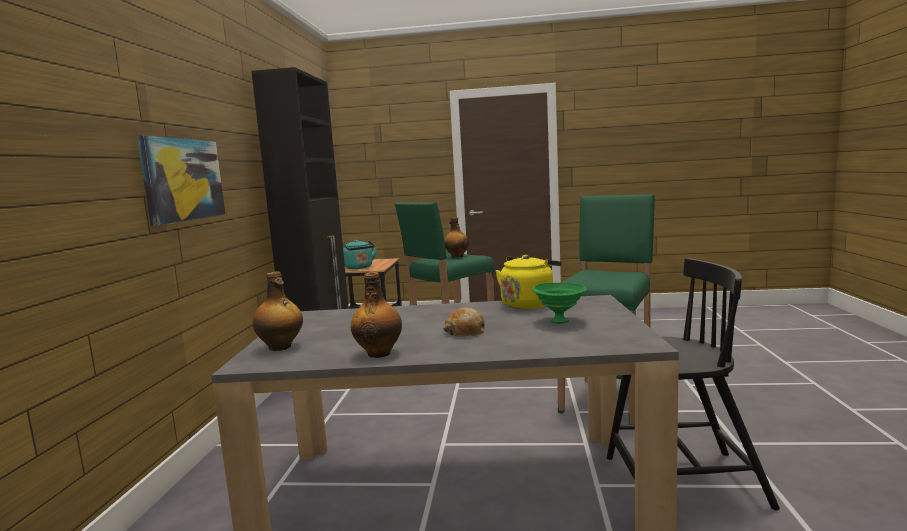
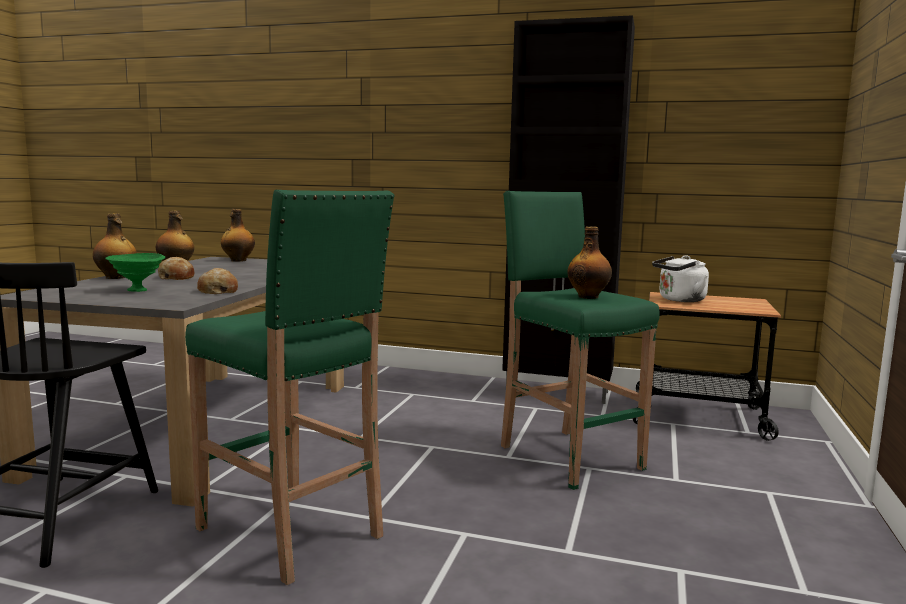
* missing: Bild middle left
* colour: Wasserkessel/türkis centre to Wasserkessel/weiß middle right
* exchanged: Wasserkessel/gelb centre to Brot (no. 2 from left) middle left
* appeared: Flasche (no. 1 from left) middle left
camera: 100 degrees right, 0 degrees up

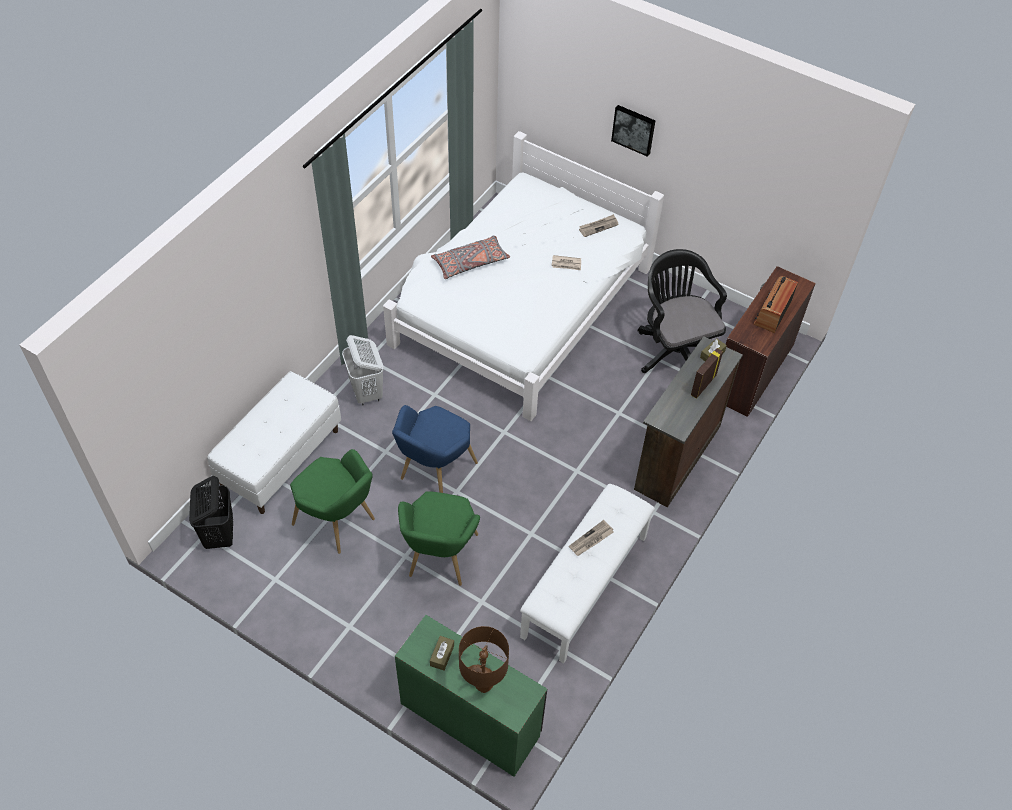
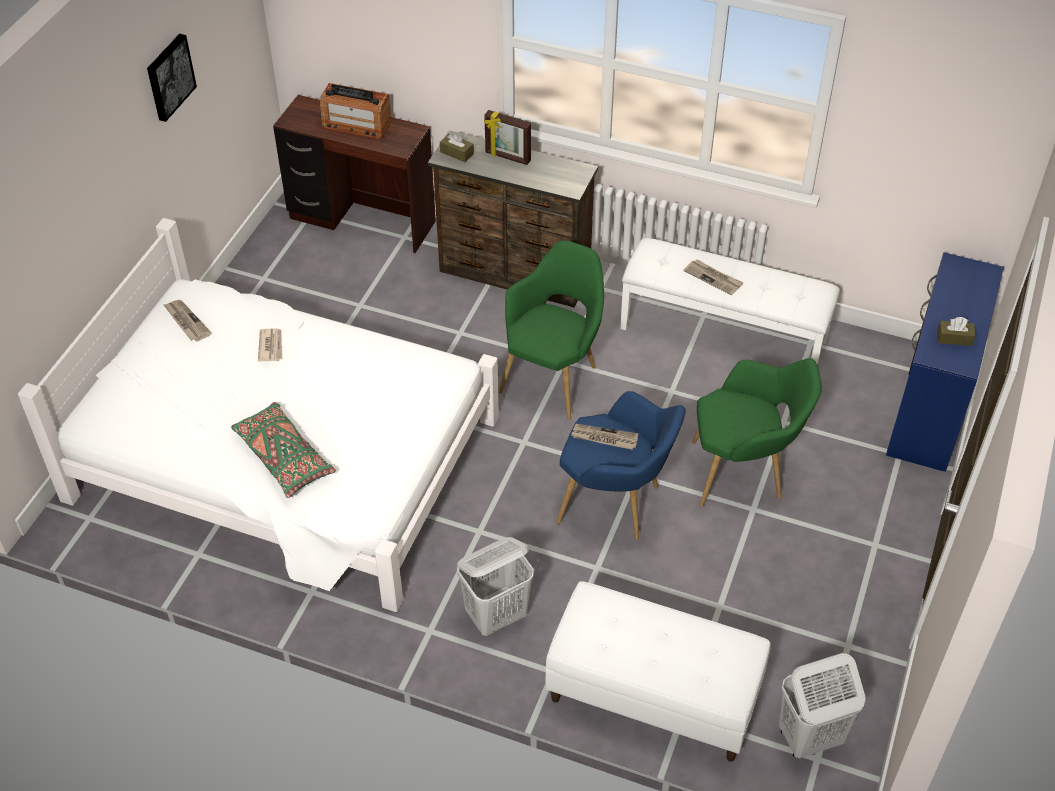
* relocated: Bild top centre to top left
* colour: Kissen/grau top centre to Kissen/grün middle left
* missing: Bürostuhl/schwarz middle right
* relocated: Sessel/grün (no. 1 from left) middle left to centre
* colour: Wäschekorb/schwarz middle left to Wäschekorb/weiß (no. 2 from left) bottom right
* colour: Schreibtisch/grün bottom centre to Schreibtisch/blau middle right
* missing: Tischlampe/braun bottom centre
* appeared: Zeitung (no. 3 from left) centre
camera: 100 degrees left, 5 degrees down

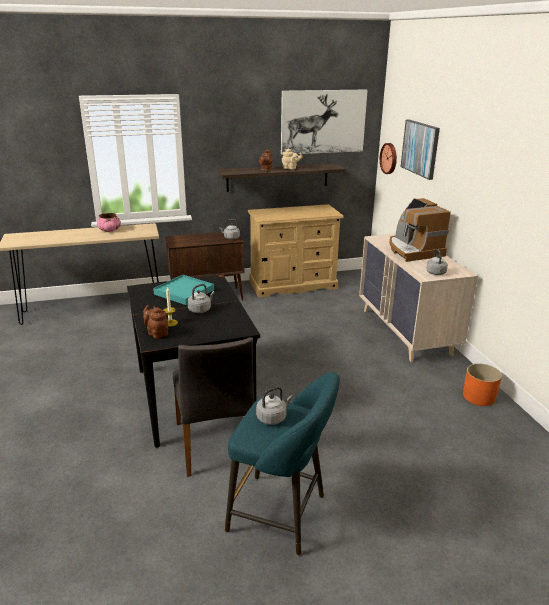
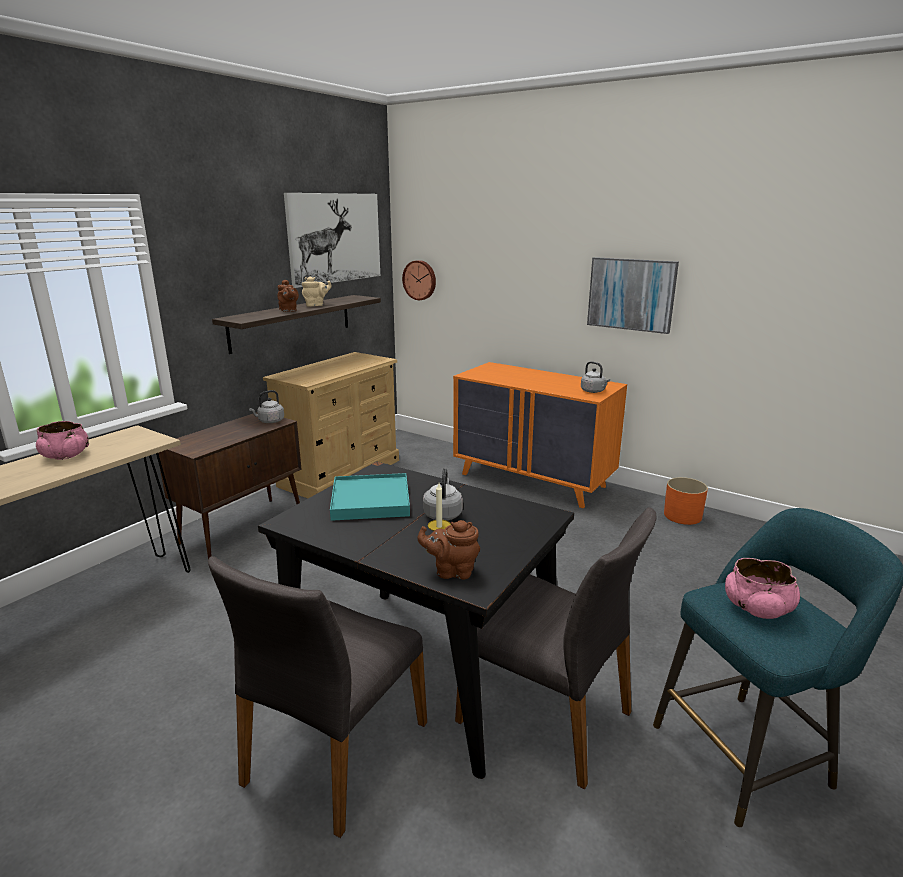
* relocated: Bild (no. 2 from left) top right to middle right
* missing: Kaffeemaschine middle right
* colour: Kommode/beige (no. 2 from left) middle right to Kommode/orange centre
* exchanged: Wasserkessel/grau (no. 3 from left) bottom centre to Schüssel/rosa (no. 2 from left) bottom right
* appeared: Stuhl/grau (no. 1 from left) bottom centre
camera: 40 degrees left, 5 degrees down

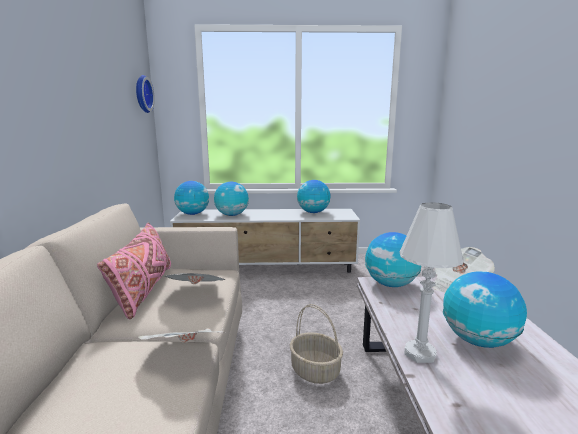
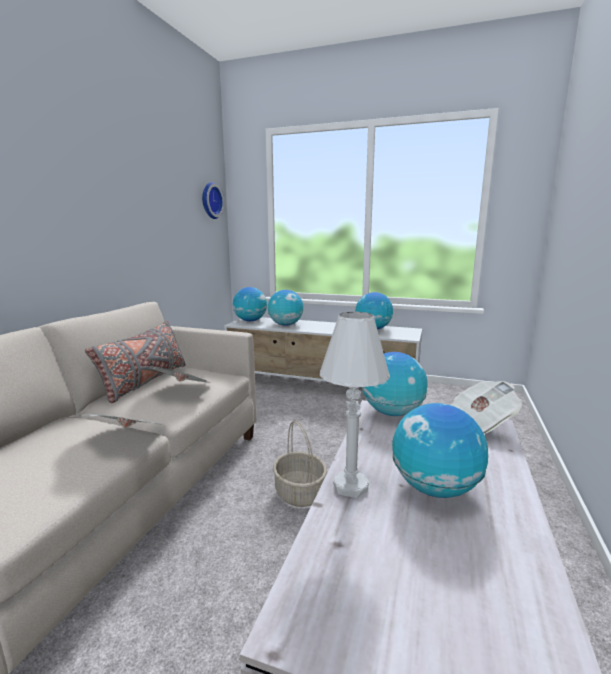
* colour: Kissen/rosa middle left to Kissen/grau middle left
camera: 20 degrees right, 0 degrees up

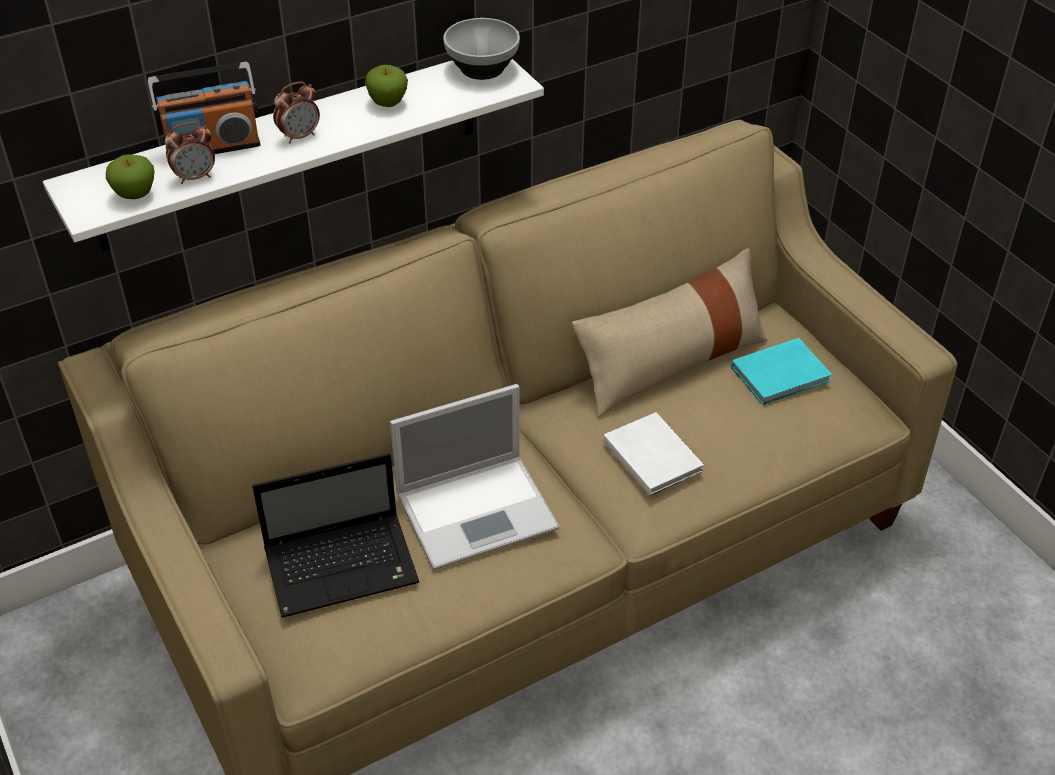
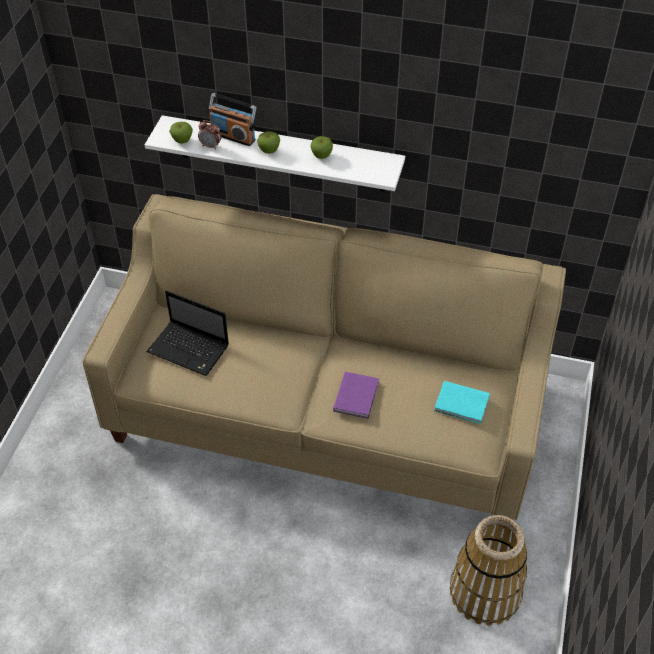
* missing: Schüssel top centre
* exchanged: Wecker (no. 2 from left) top left to Apfel (no. 2 from left) top centre
* missing: Kissen/beige centre
* missing: Laptop (no. 2 from left) centre
* colour: Buch/weiß centre to Buch/lila centre
* appeared: Korb bottom right
camera: 45 degrees right, 5 degrees up

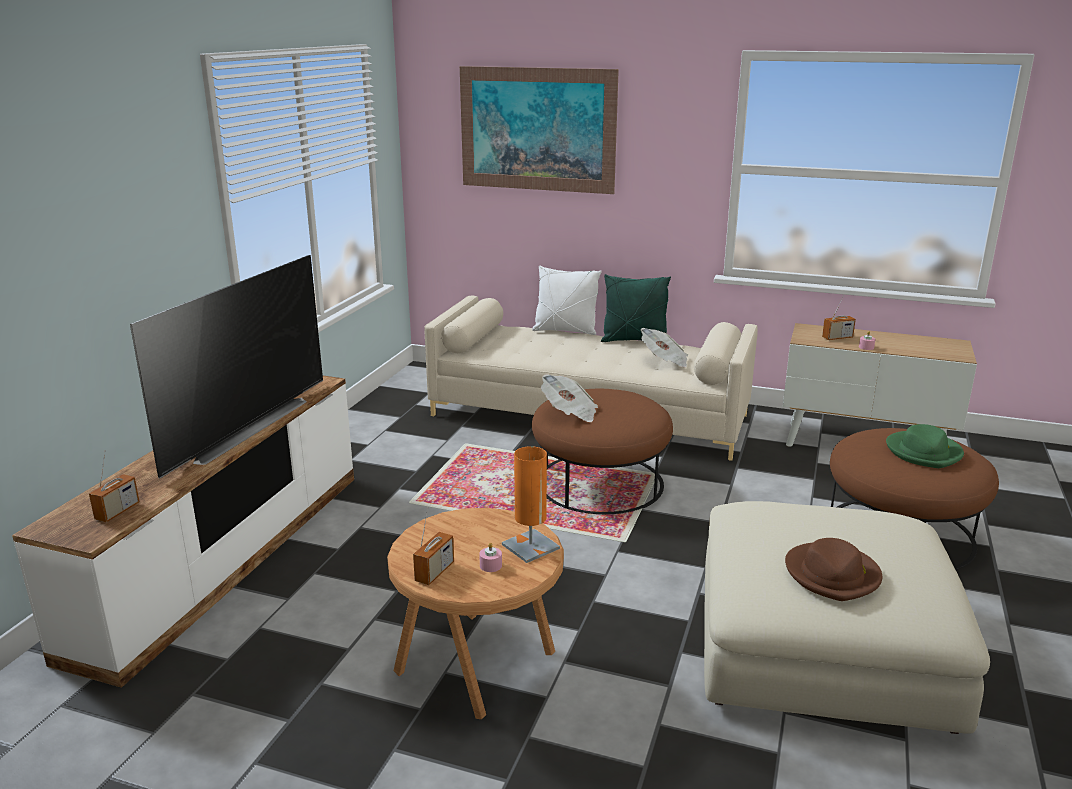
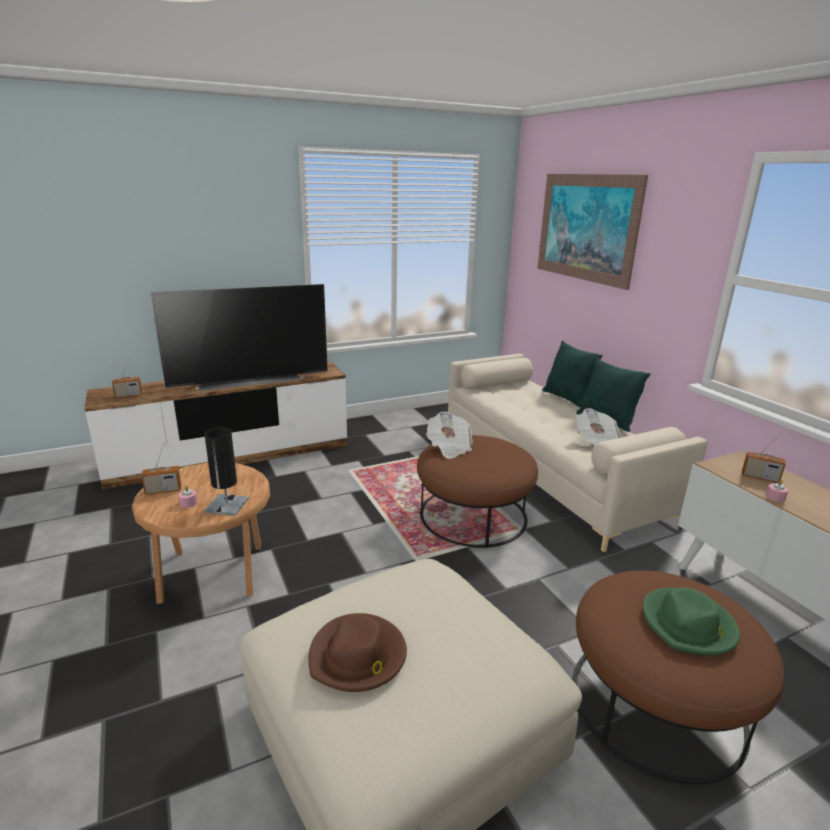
* colour: Kissen/weiß centre to Kissen/grün (no. 1 from left) middle right
* colour: Tischlampe/orange centre to Tischlampe/schwarz middle left
camera: 45 degrees right, 0 degrees up

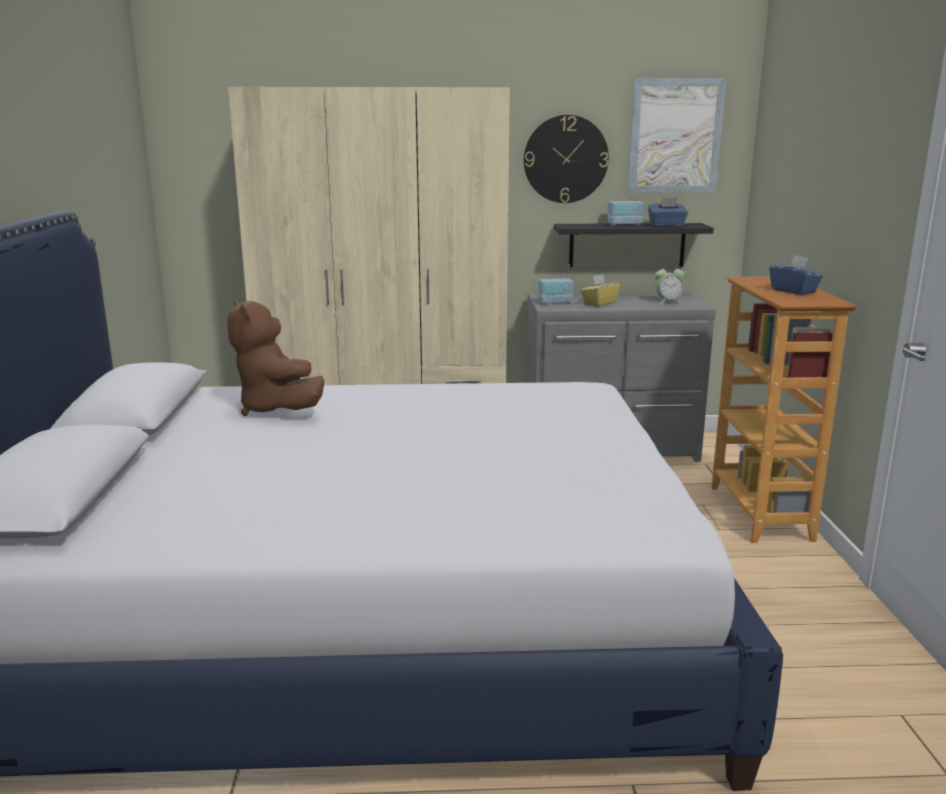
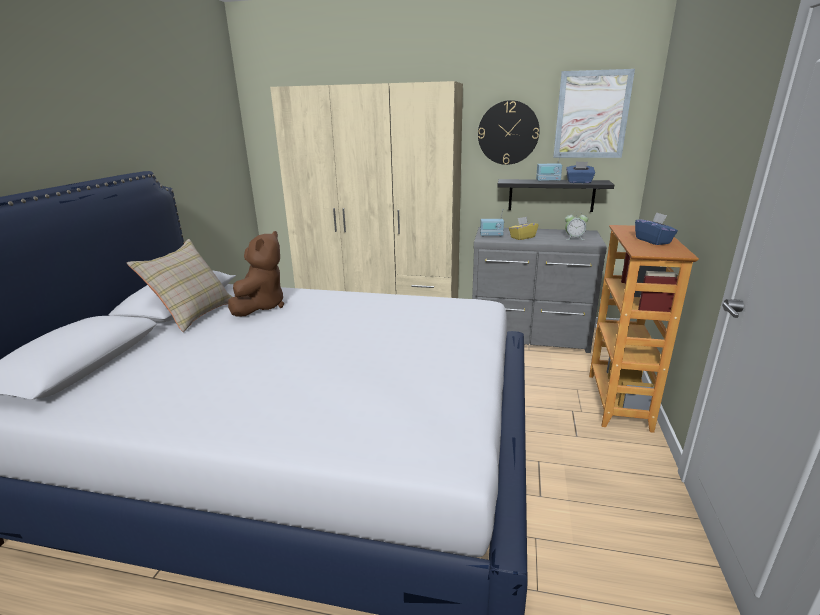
* spun: Plüschtier/braun middle left = middle left 150 degrees counterclockwise
* appeared: Kissen/beige middle left
camera: 15 degrees right, 5 degrees up

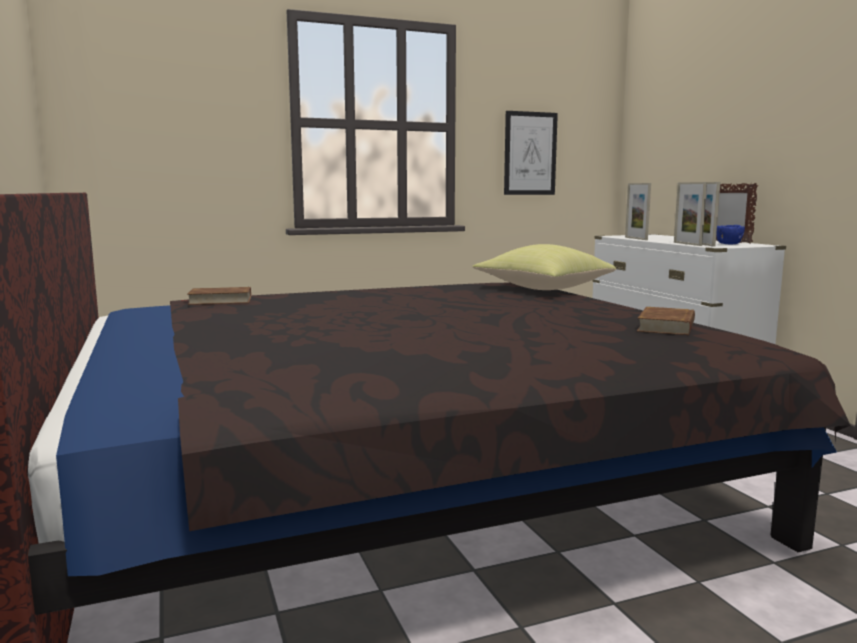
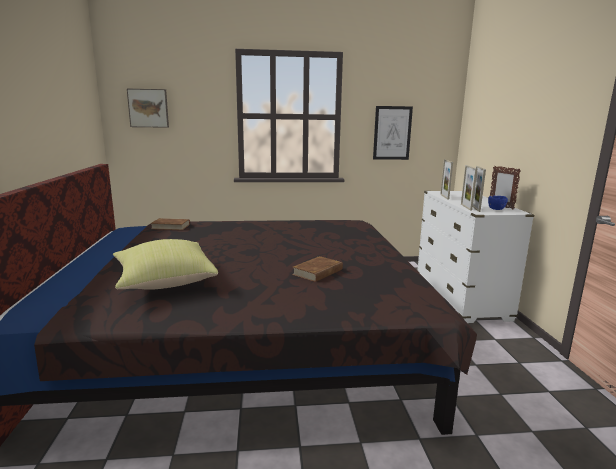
* relocated: Kissen/gelb centre to middle left
* relocated: Buch/braun (no. 2 from left) middle right to centre
* appeared: Bild (no. 1 from left) top left
camera: 15 degrees right, 5 degrees up

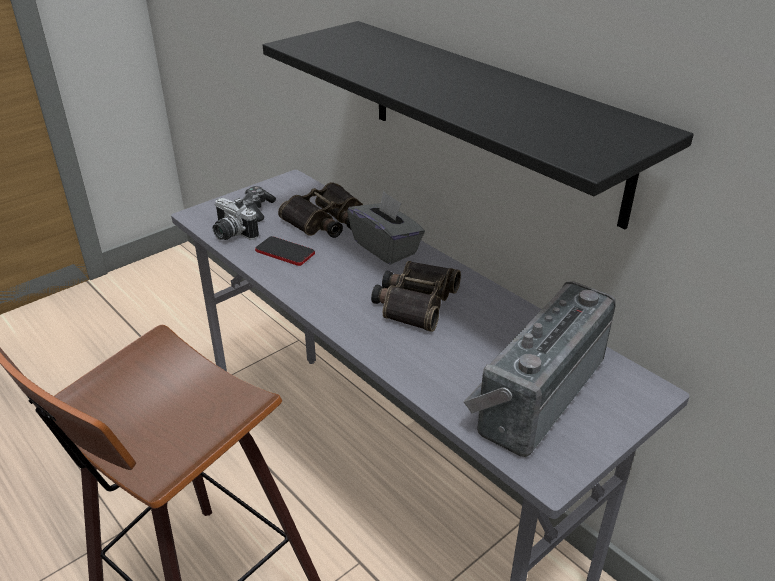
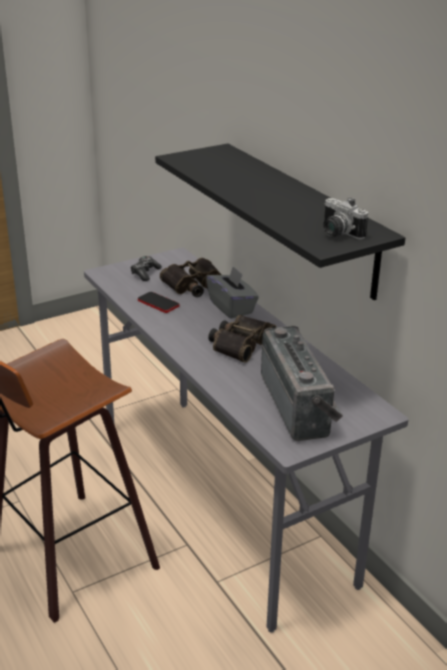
* relocated: Kamera middle left to top right
* spun: Radio middle right = middle right 120 degrees clockwise
camera: 10 degrees right, 5 degrees down

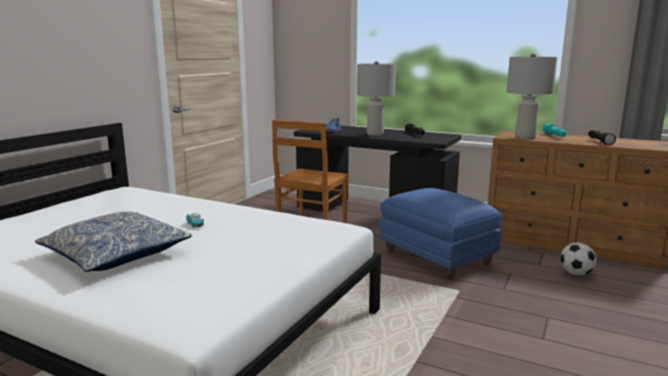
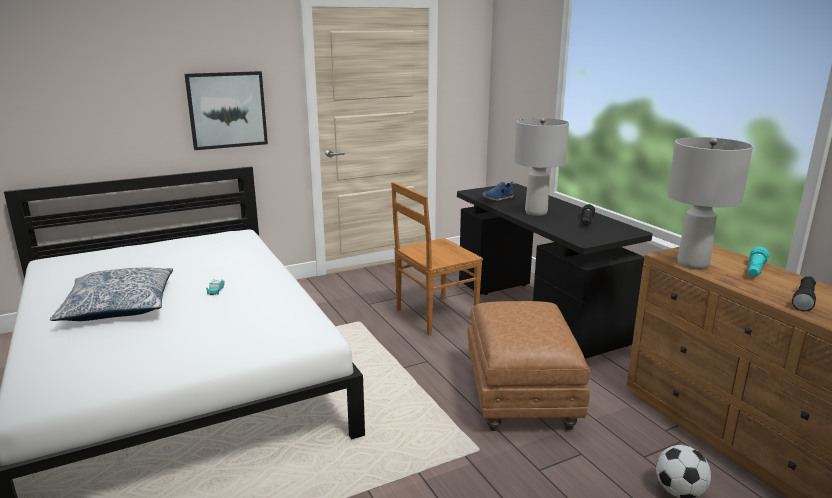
* colour: Polsterhocker/blau centre to Polsterhocker/braun bottom centre
* appeared: Bild top left
camera: 35 degrees right, 5 degrees up

